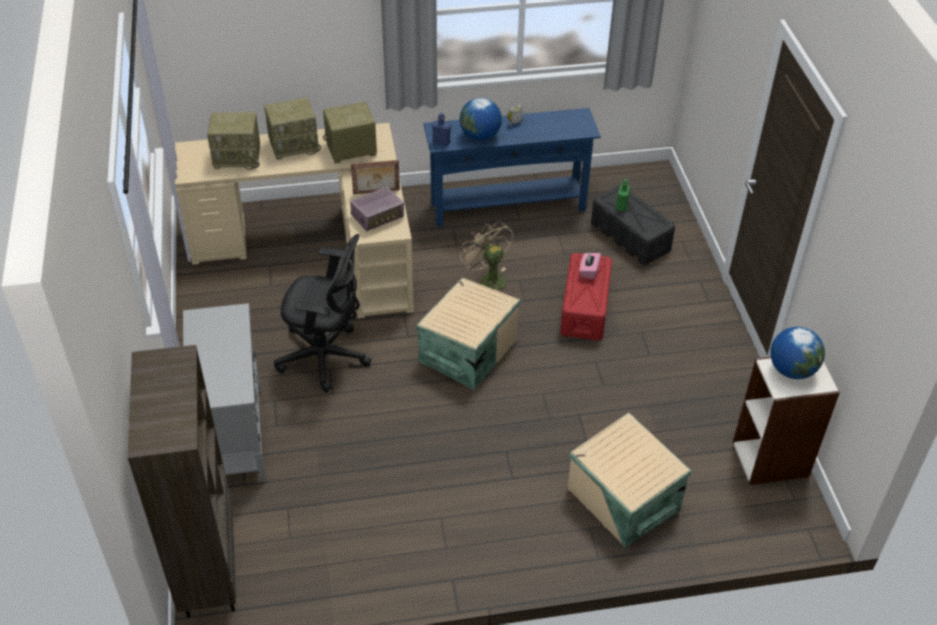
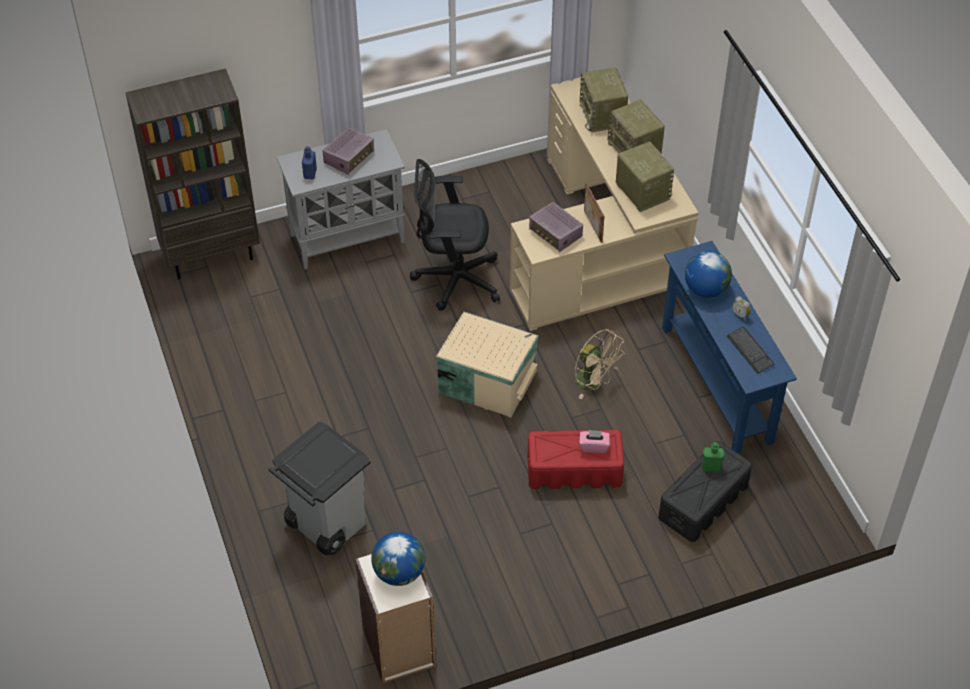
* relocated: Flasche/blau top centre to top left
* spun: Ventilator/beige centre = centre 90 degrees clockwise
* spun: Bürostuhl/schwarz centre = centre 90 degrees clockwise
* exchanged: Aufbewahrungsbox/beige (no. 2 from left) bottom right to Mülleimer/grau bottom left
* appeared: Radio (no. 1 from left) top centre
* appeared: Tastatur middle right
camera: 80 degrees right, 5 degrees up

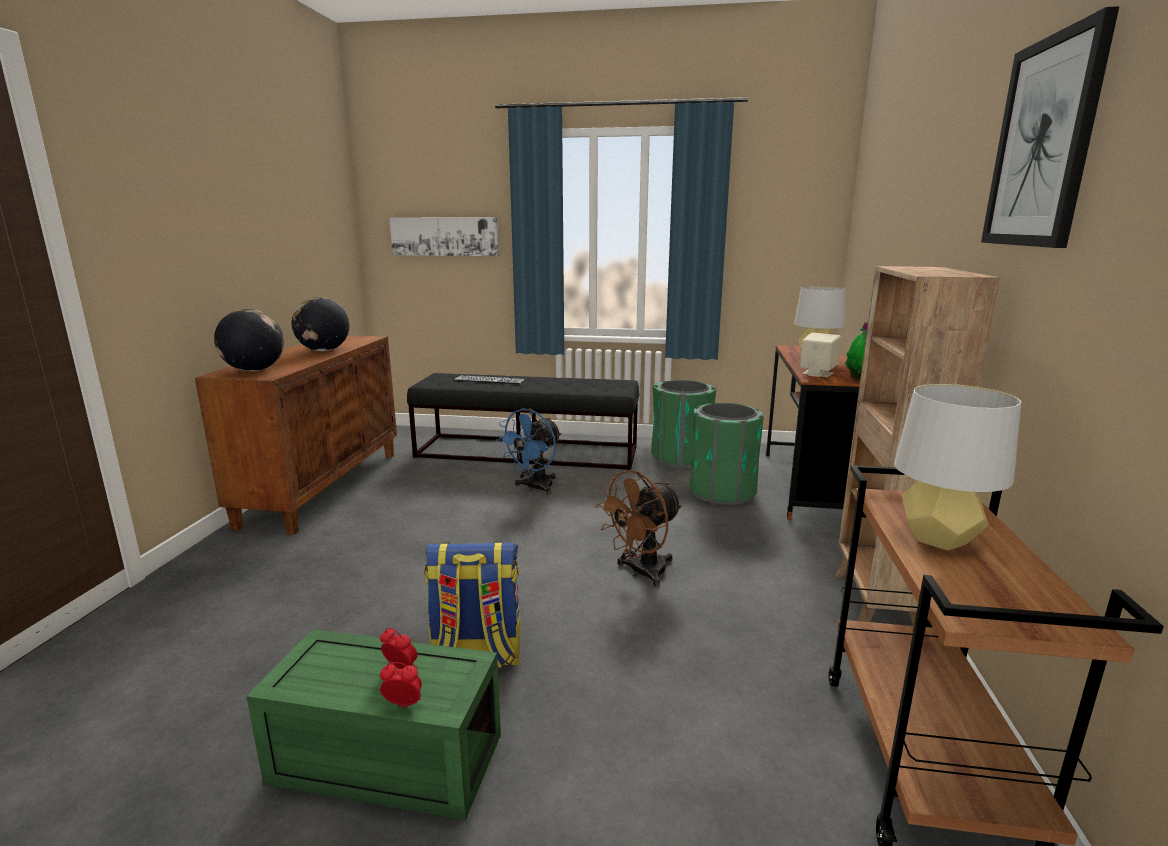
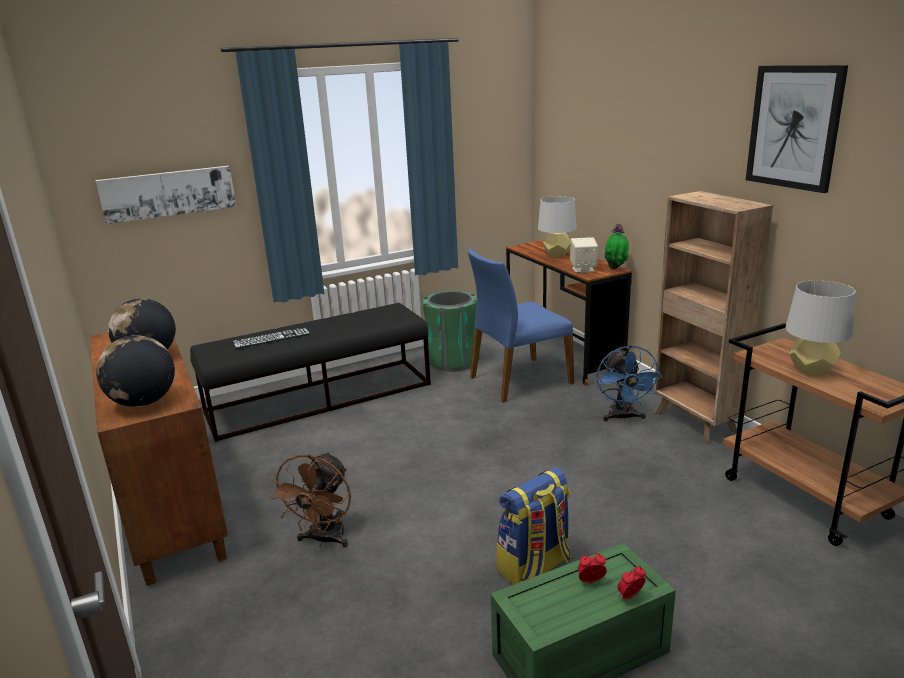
* exchanged: Mülleimer/grün (no. 2 from left) centre to Stuhl/blau centre
* relocated: Ventilator/blau centre to middle right
* relocated: Ventilator/braun centre to bottom centre
camera: 35 degrees left, 5 degrees up

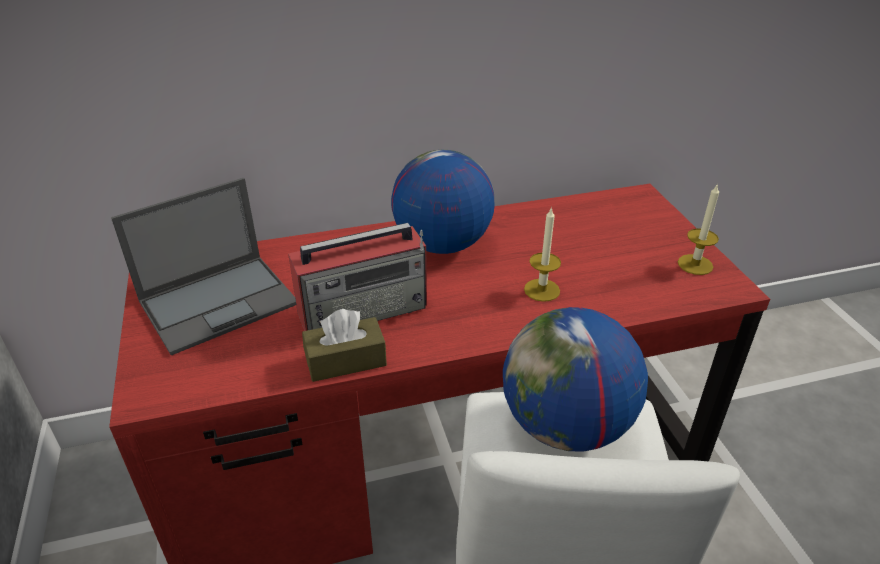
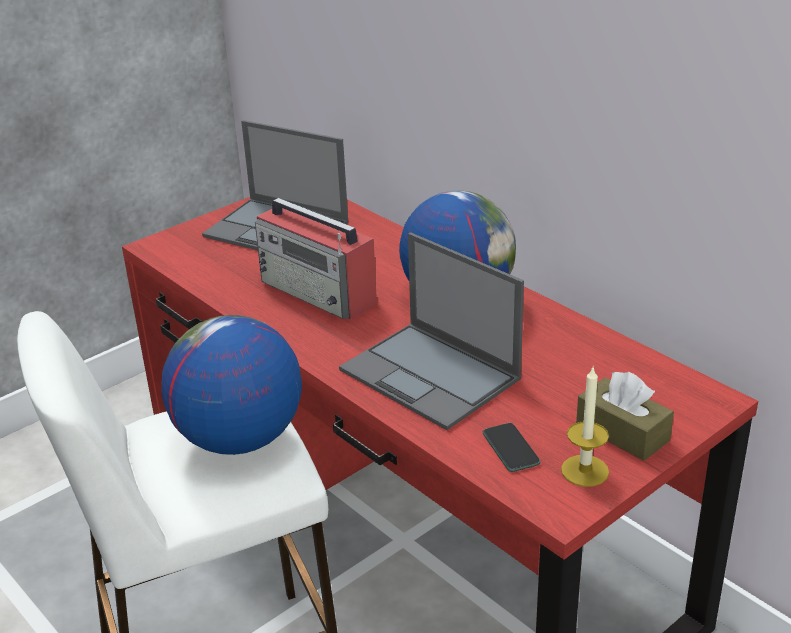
* exchanged: Kerze (no. 1 from left) centre to Laptop (no. 2 from left) centre
* relocated: Taschentuchbox/braun centre to middle right
* appeared: Handy bottom centre
camera: 65 degrees right, 5 degrees down

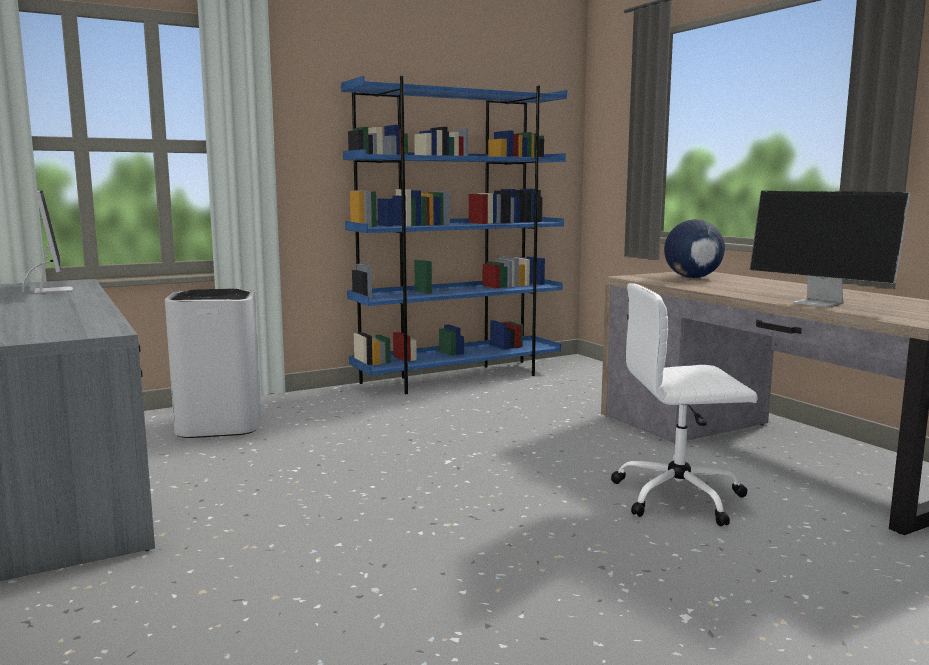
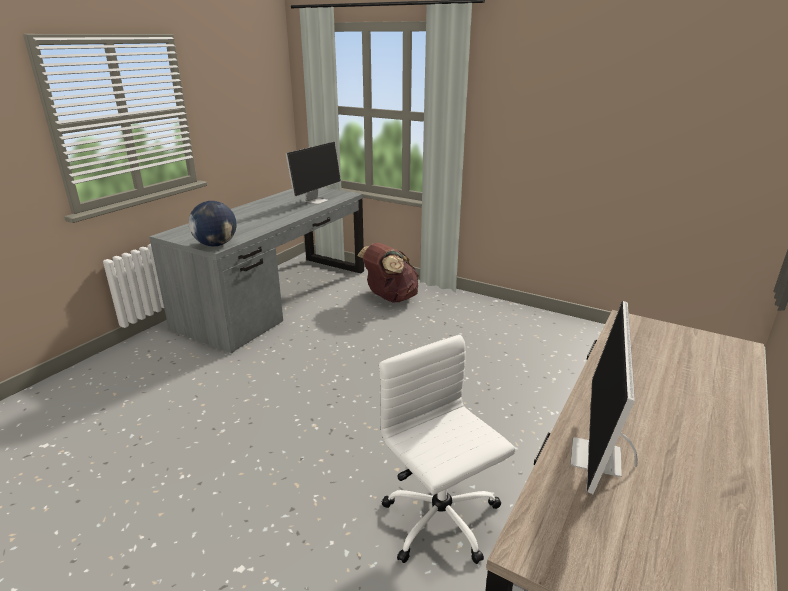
* missing: Bücherregal/blau centre
* relocated: Globus middle right to middle left
* exchanged: Mülleimer/weiß middle left to Rucksack/braun centre
camera: 60 degrees right, 15 degrees up

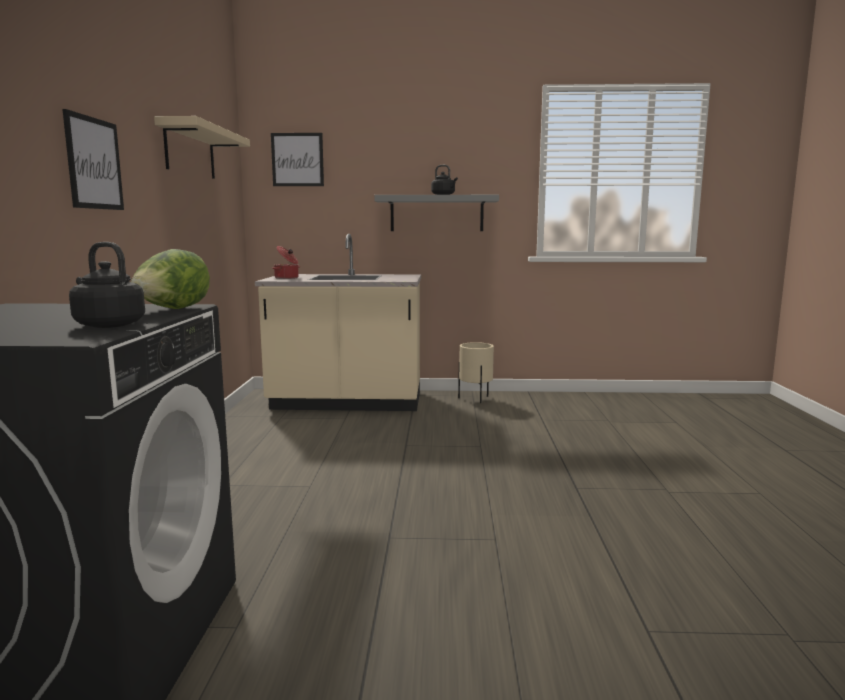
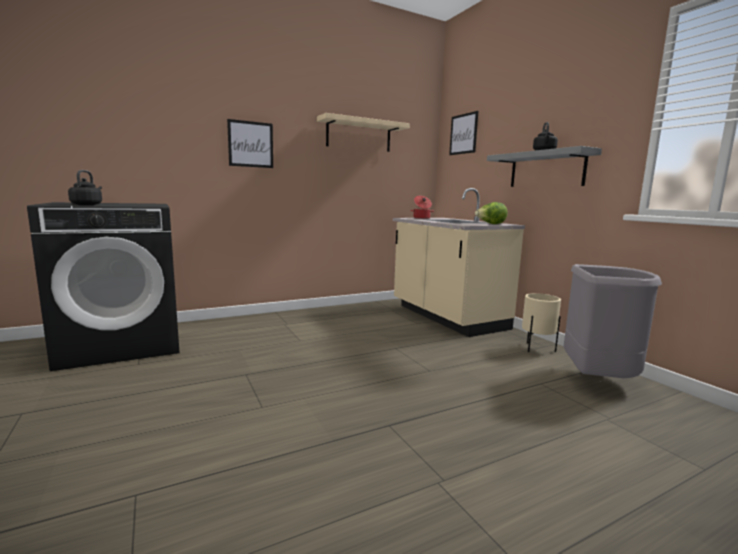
* relocated: Salatkopf middle left to centre
* appeared: Mülleimer/grau middle right
camera: 60 degrees right, 0 degrees up

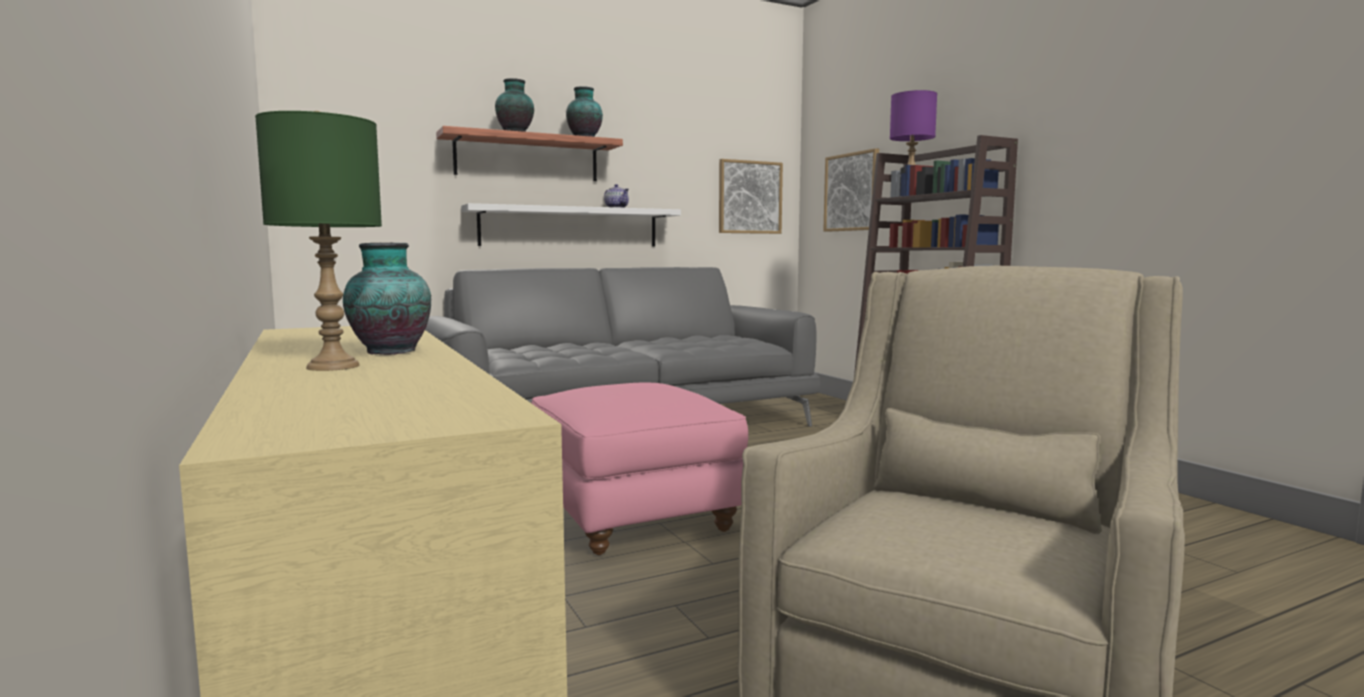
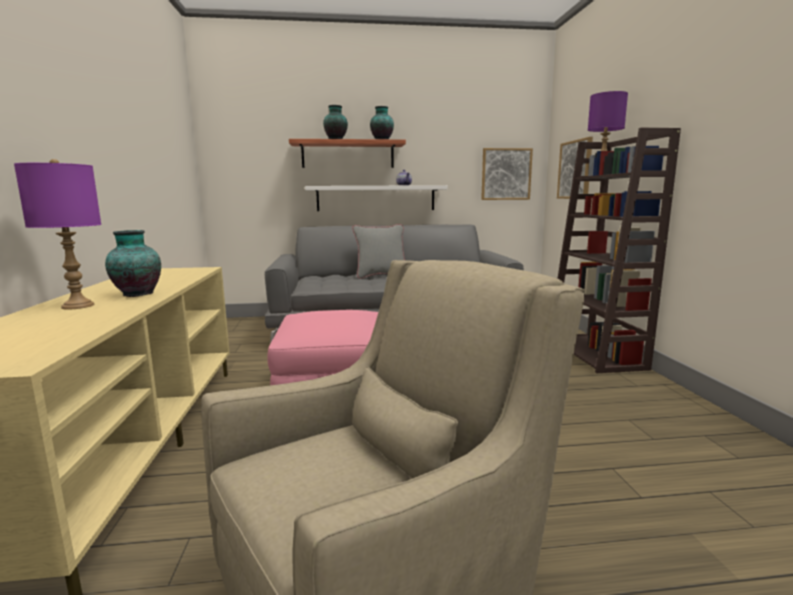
* colour: Tischlampe/grün middle left to Tischlampe/lila (no. 1 from left) middle left
* appeared: Kissen/grau centre
camera: 20 degrees right, 5 degrees up

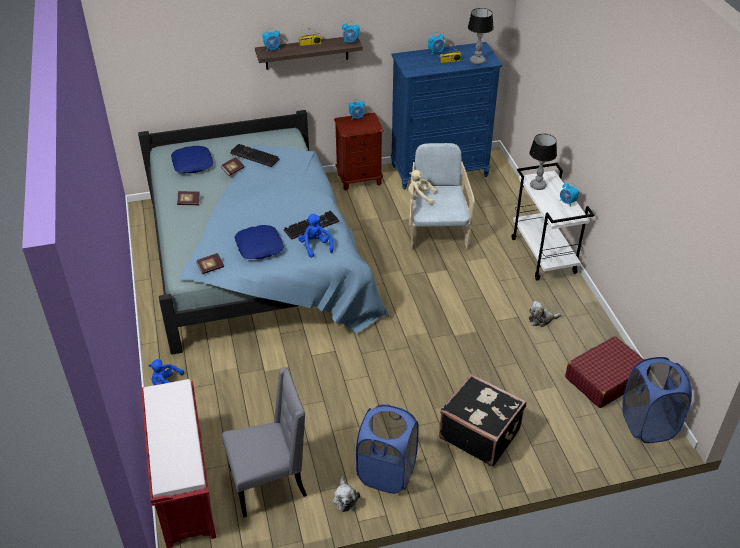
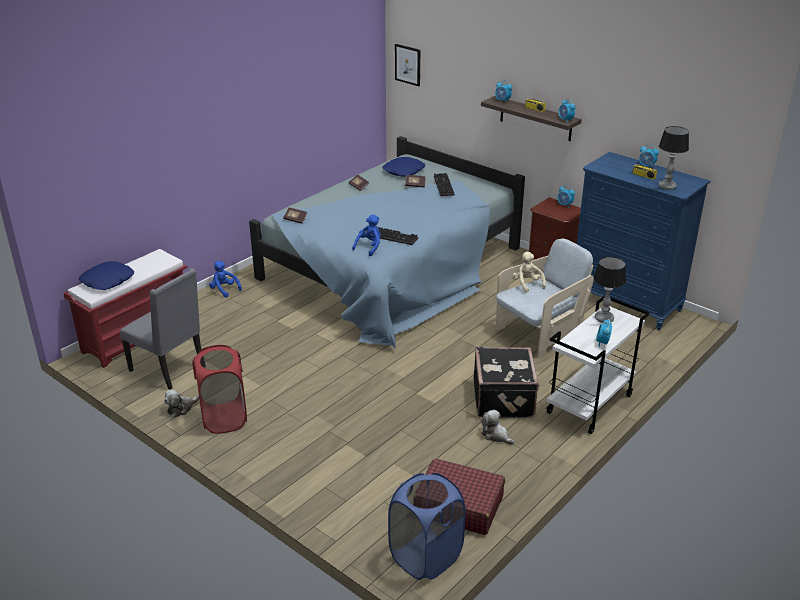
* relocated: Kissen/blau (no. 2 from left in the first image) centre to Kissen/blau (no. 1 from left) middle left
* relocated: Koffer/schwarz bottom centre to centre
* colour: Wäschekorb/blau (no. 1 from left) bottom centre to Wäschekorb/rot middle left
* appeared: Bild top centre
camera: 55 degrees right, 10 degrees down

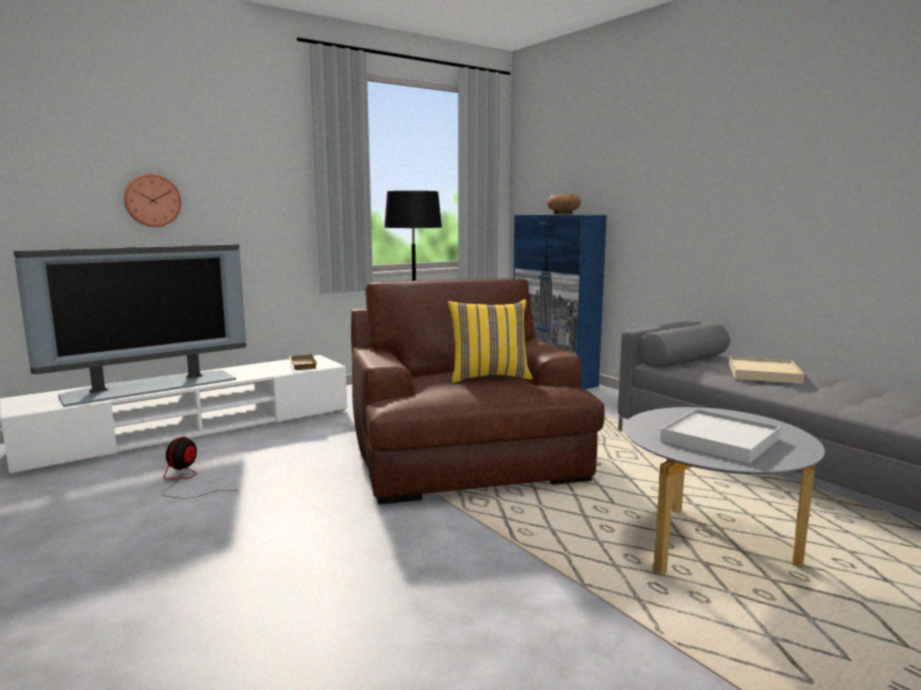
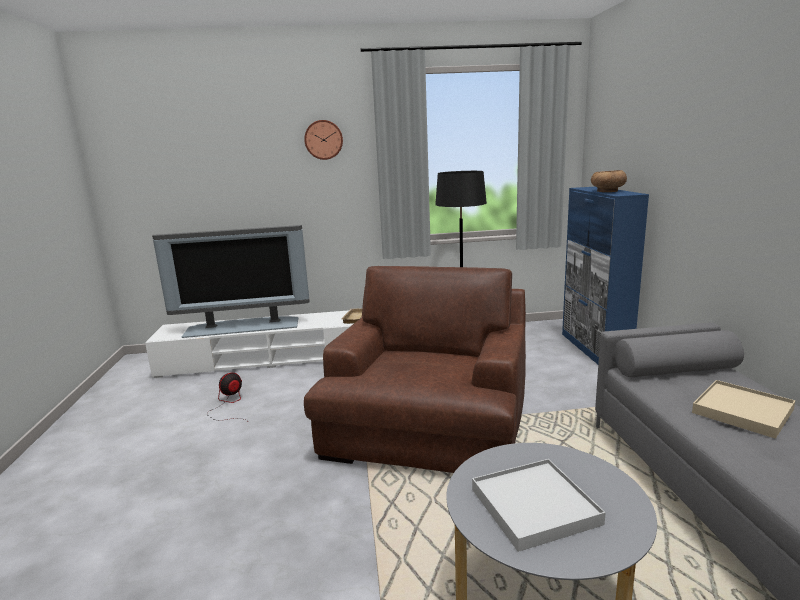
* relocated: Wanduhr top left to top centre
* missing: Kissen/gelb centre
camera: 30 degrees right, 5 degrees up

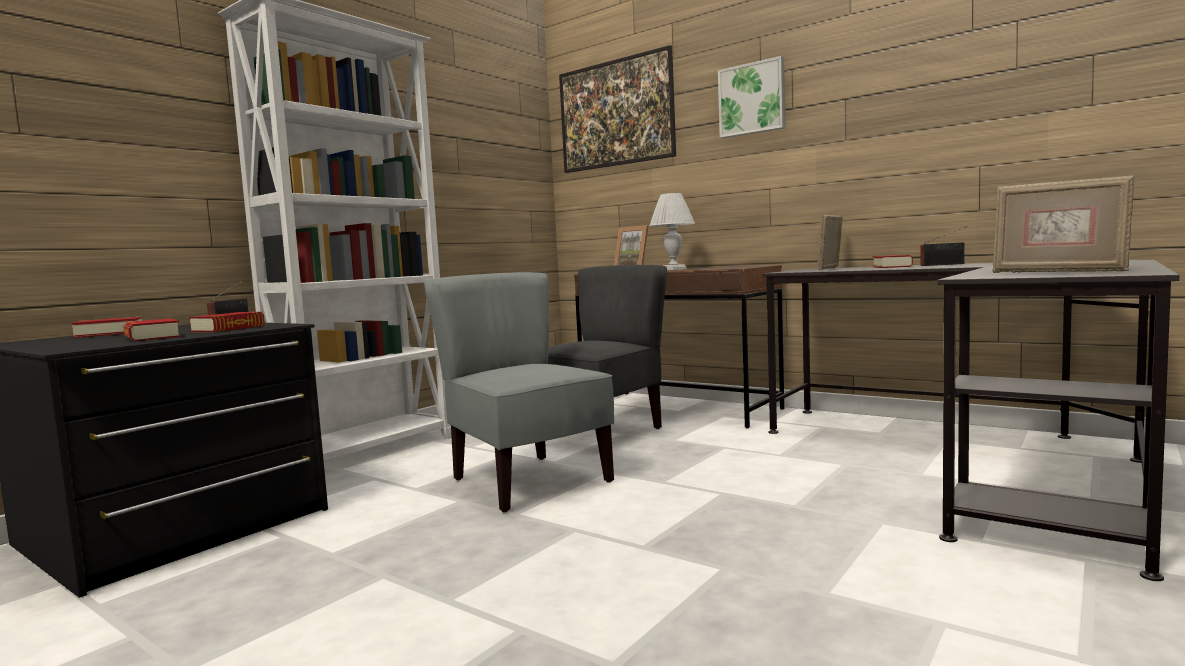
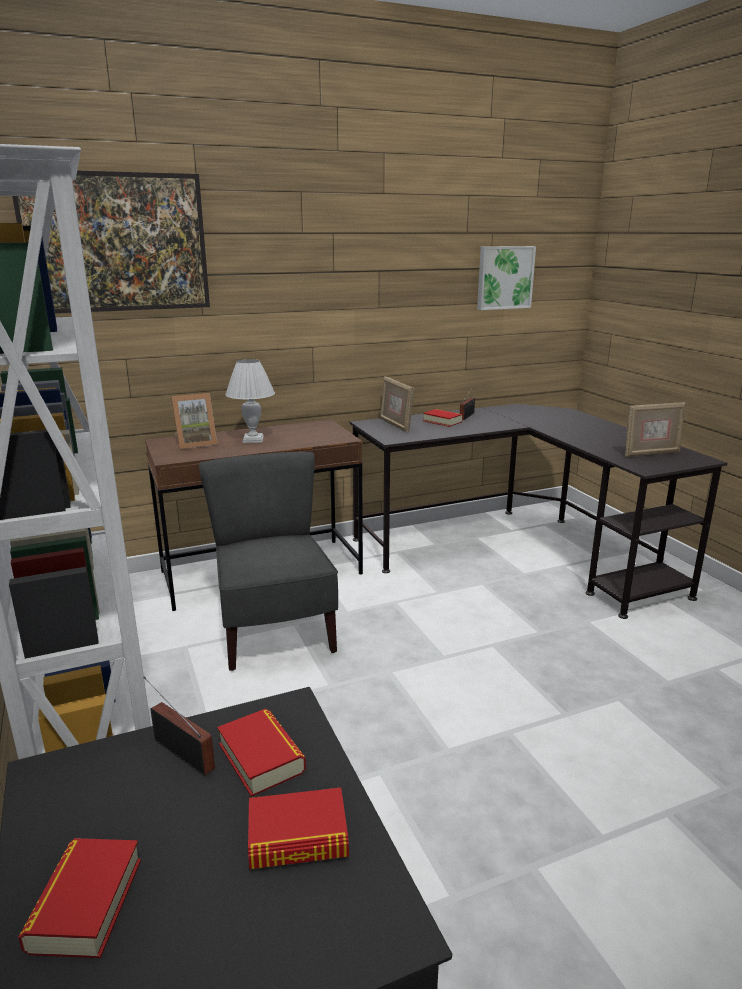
* relocated: Bild (no. 2 from left) top centre to top right
* missing: Stuhl/grau (no. 1 from left) centre
camera: 60 degrees left, 15 degrees up

